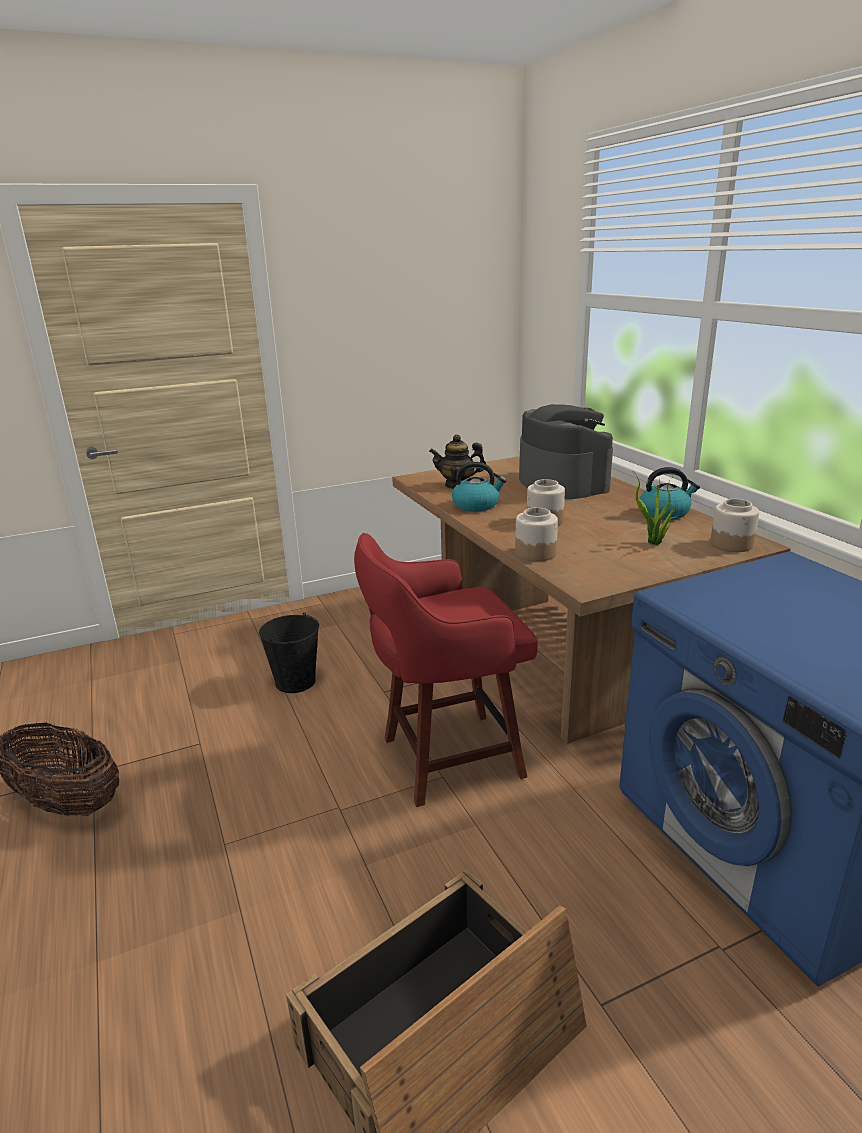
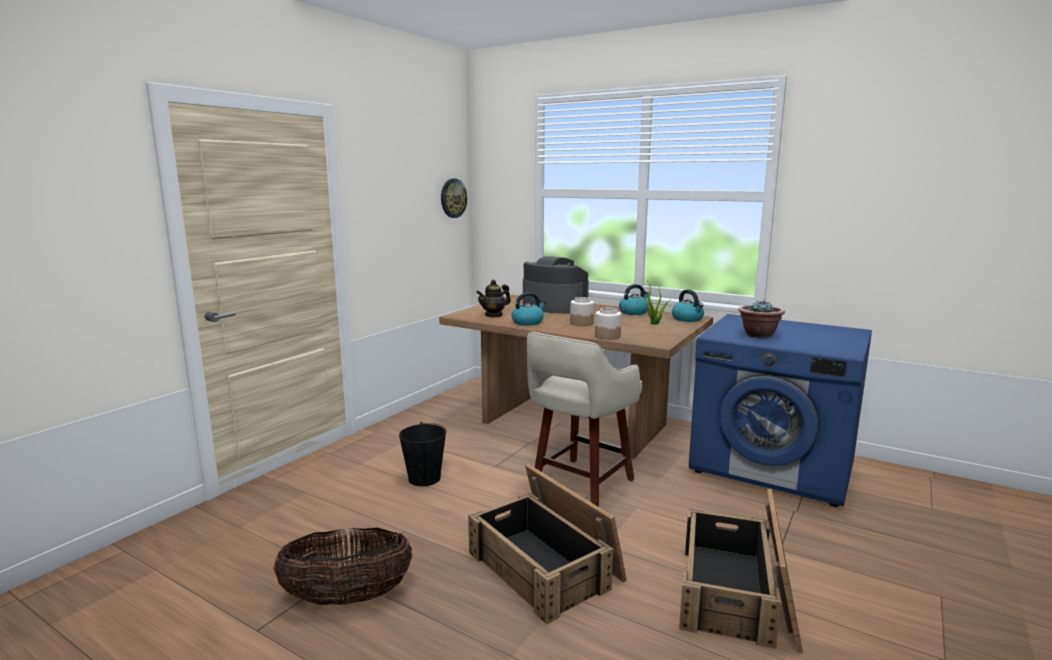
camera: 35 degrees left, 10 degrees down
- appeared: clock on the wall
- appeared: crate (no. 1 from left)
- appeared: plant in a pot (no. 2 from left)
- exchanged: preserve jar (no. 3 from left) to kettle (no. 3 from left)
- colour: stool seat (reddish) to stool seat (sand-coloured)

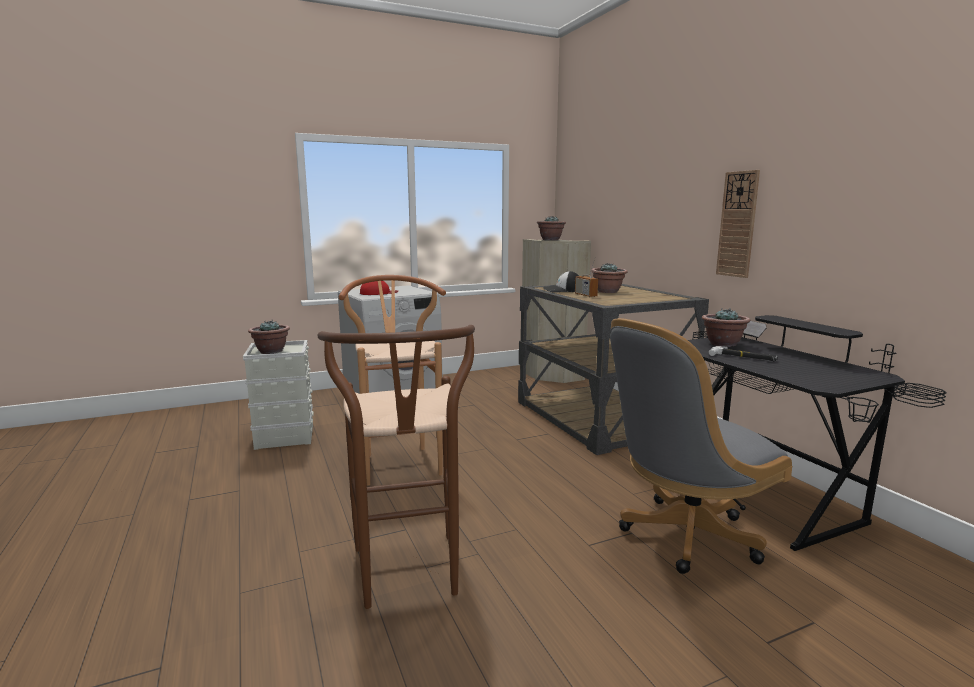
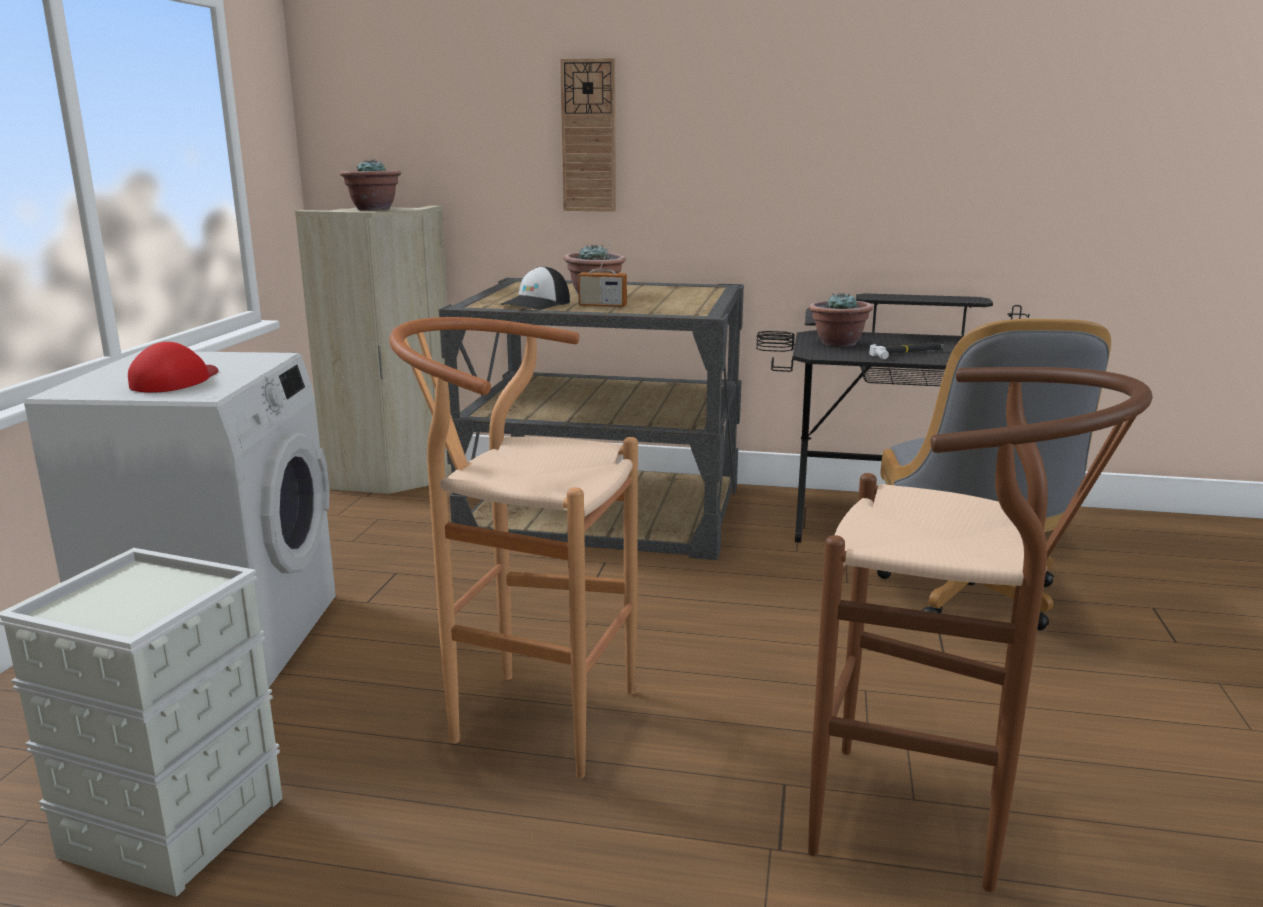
camera: 55 degrees left, 5 degrees up
- missing: plant in a pot (no. 1 from left)
- relocated: clock on the wall

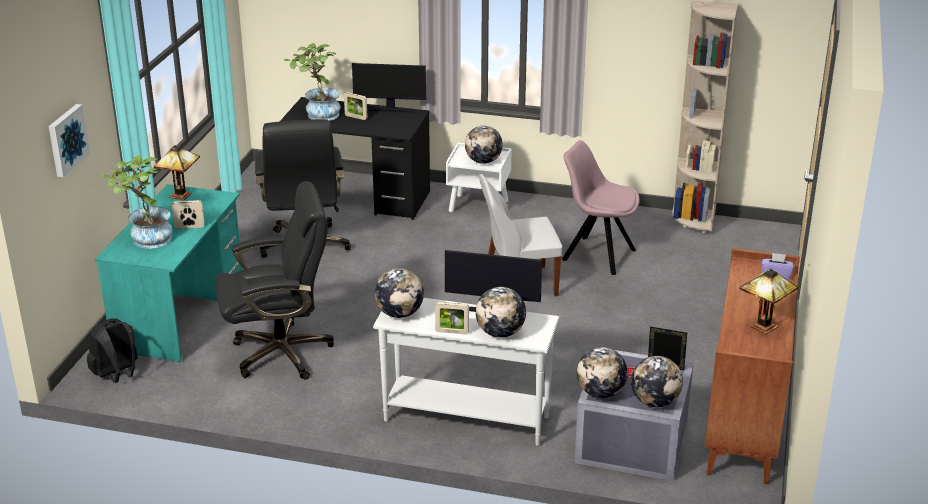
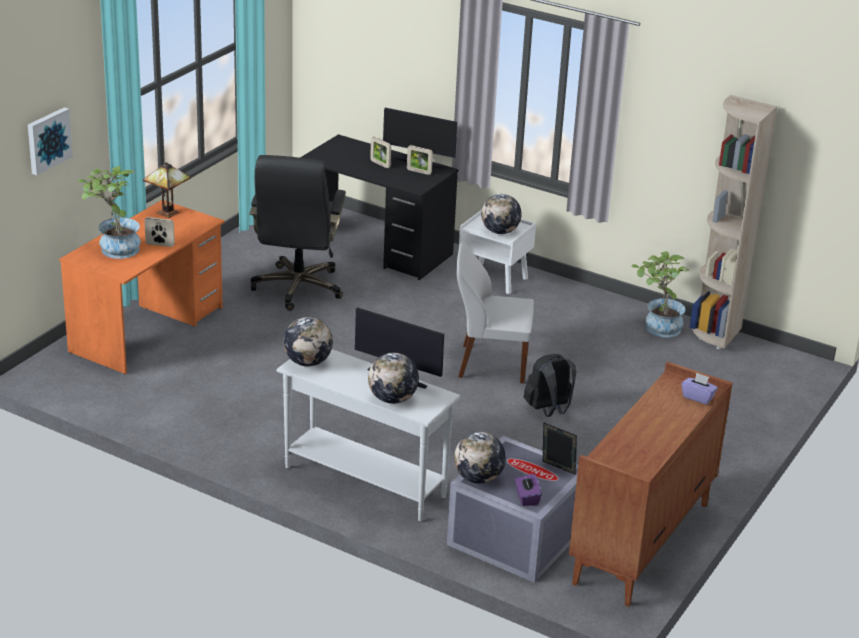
camera: 15 degrees right, 0 degrees up
- missing: computer chair (black) (no. 1 from left)
- missing: plain chair (pink-coloured)
- missing: table lamp (no. 2 from left)
- relocated: knapsack (black)
- relocated: plant in a pot (no. 2 from left)
- relocated: photo frame (no. 3 from left)
- exchanged: desk globe (no. 5 from left) to tissue box (purple) (no. 1 from left)
- colour: desk table (blue-green) to desk table (orange)

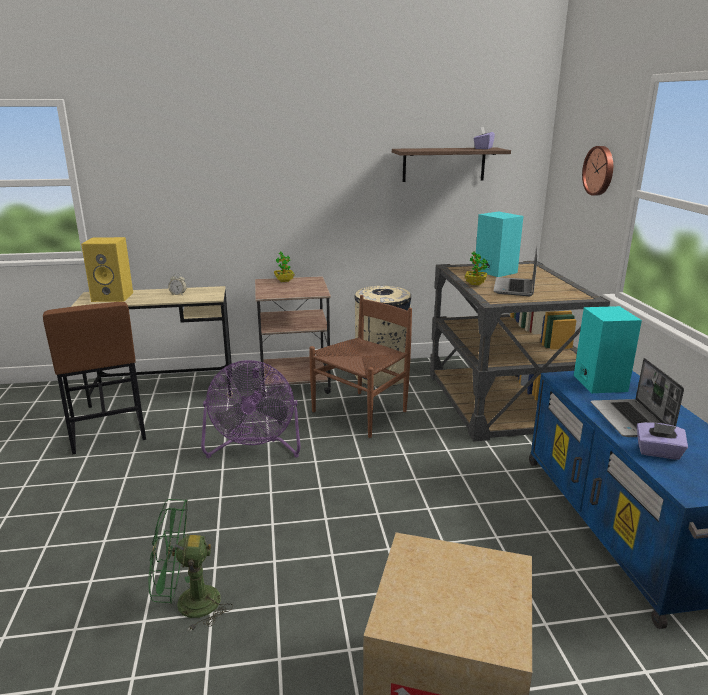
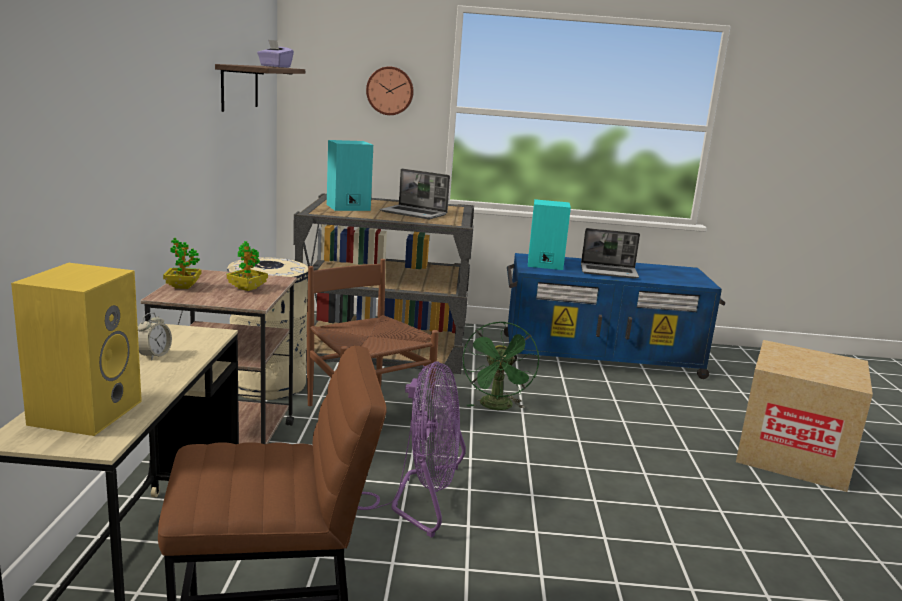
camera: 80 degrees left, 5 degrees down
- missing: tissue box (purple) (no. 2 from left)
- relocated: electric fan (green)
- relocated: plant in a pot (no. 2 from left)

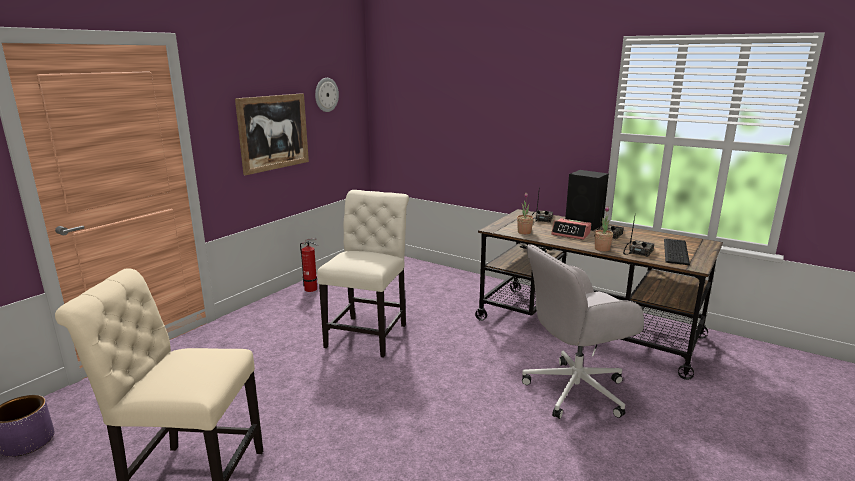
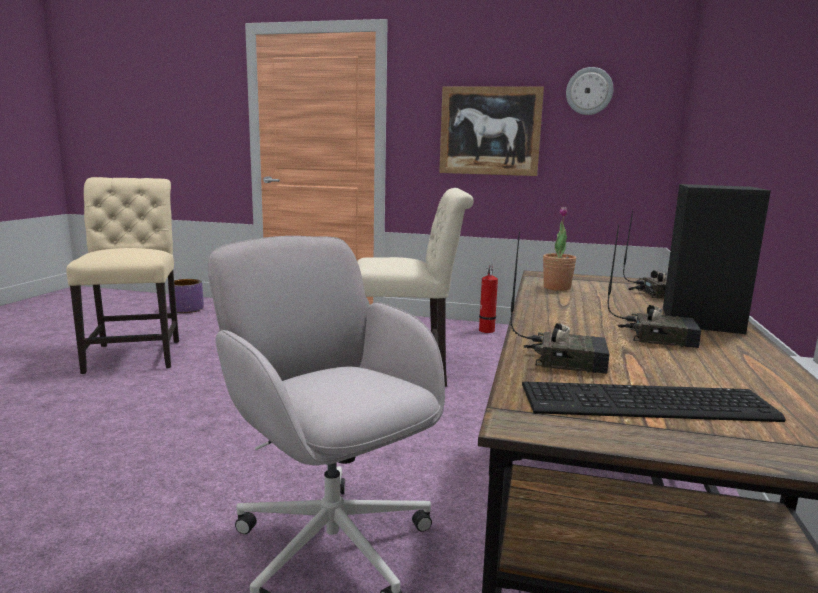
camera: 70 degrees right, 5 degrees down
- missing: bedside clock
- missing: plant in a pot (no. 2 from left)

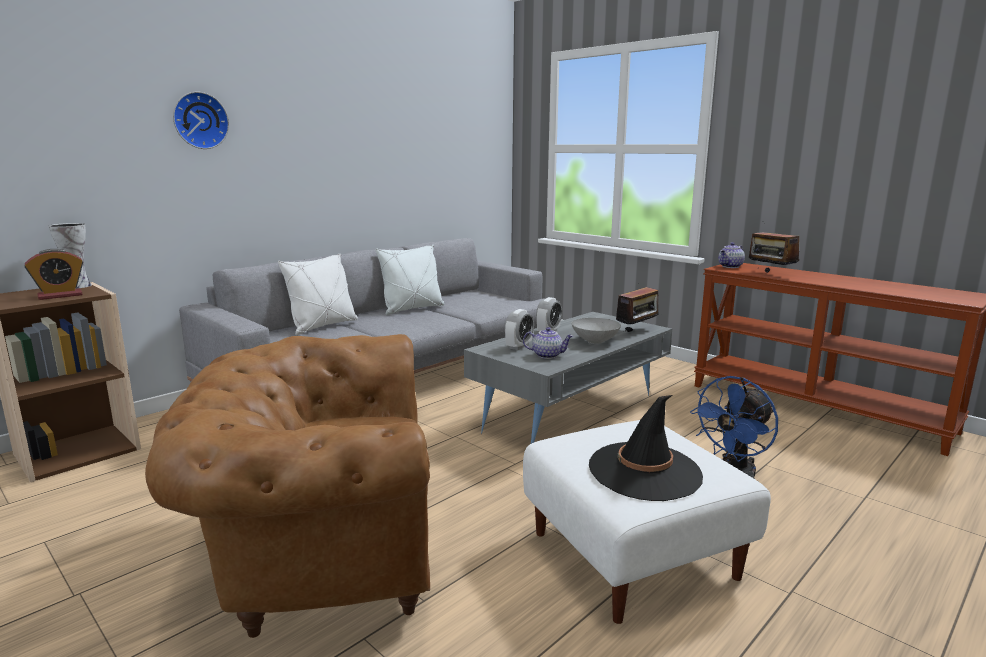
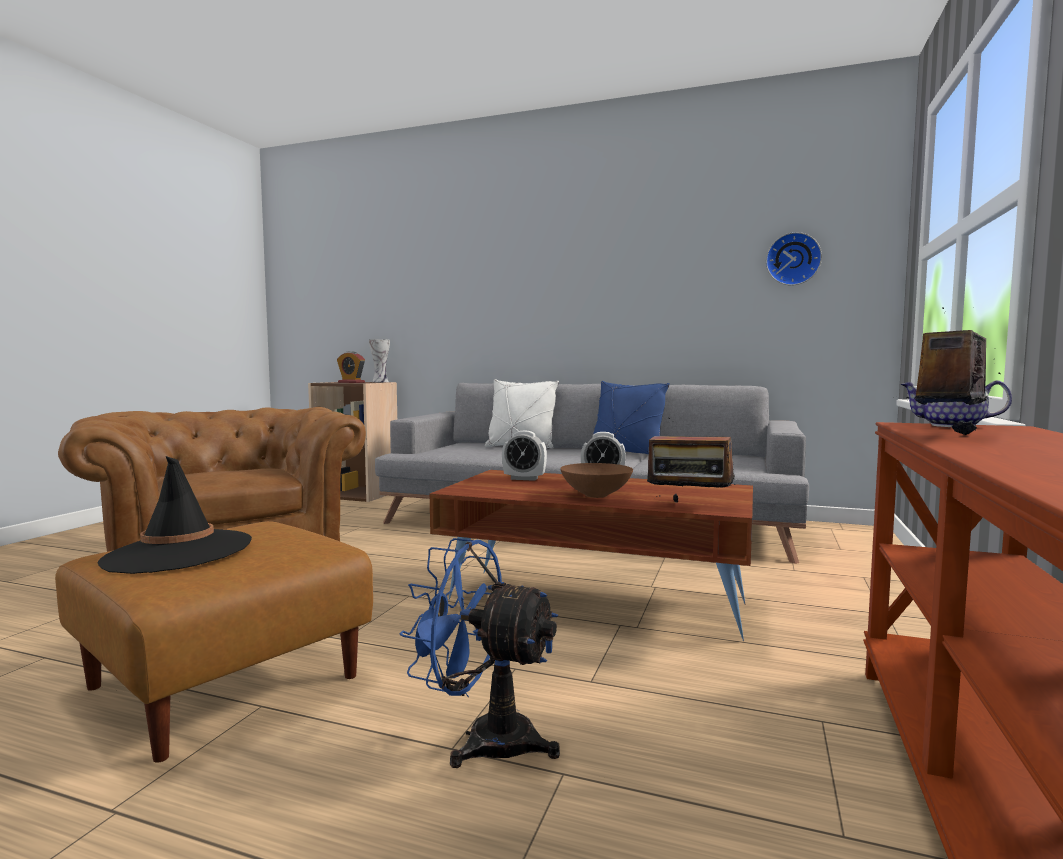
camera: 65 degrees right, 10 degrees down
- missing: tea pot (no. 1 from left)
- relocated: clock on the wall
- colour: cushion (whitish) (no. 2 from left) to cushion (blue-coloured)
- colour: low table (greyish) to low table (brown)
- colour: ottoman (whitish) to ottoman (brown)
- colour: bowl (greyish) to bowl (brown)

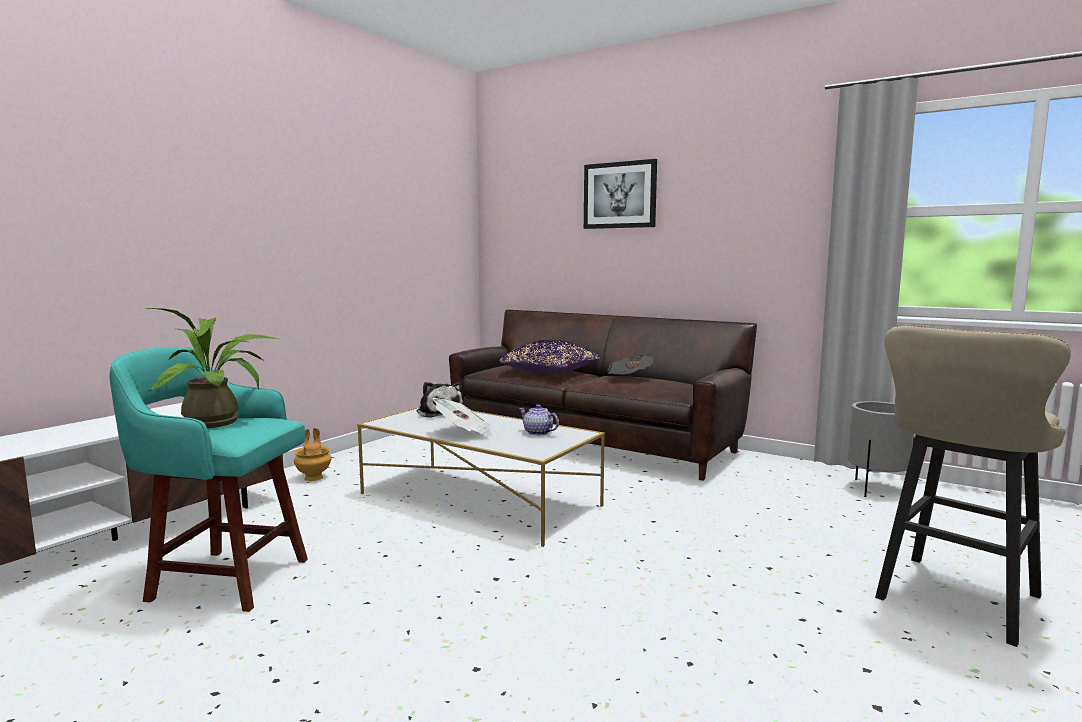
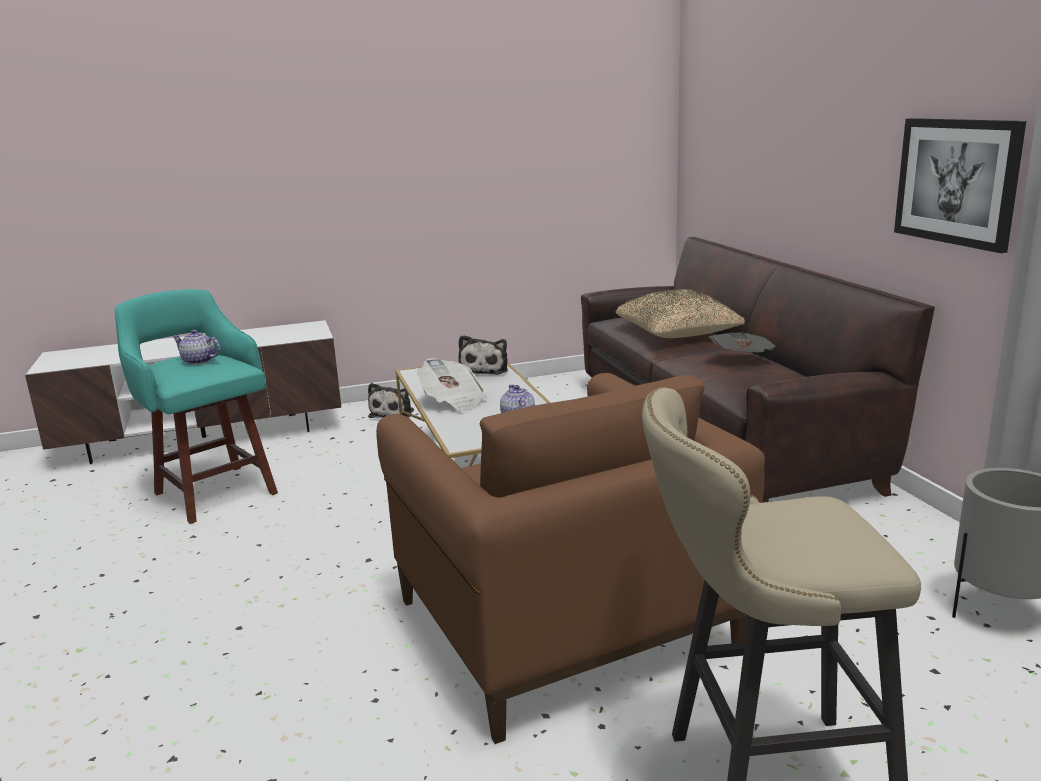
camera: 40 degrees right, 10 degrees up
- appeared: armchair (brown)
- relocated: wall art
- exchanged: plant in a pot to tea pot (no. 1 from left)
- exchanged: decorative vase (brown) to cuddly toy (no. 1 from left)
- colour: cushion (purple) to cushion (sand-coloured)

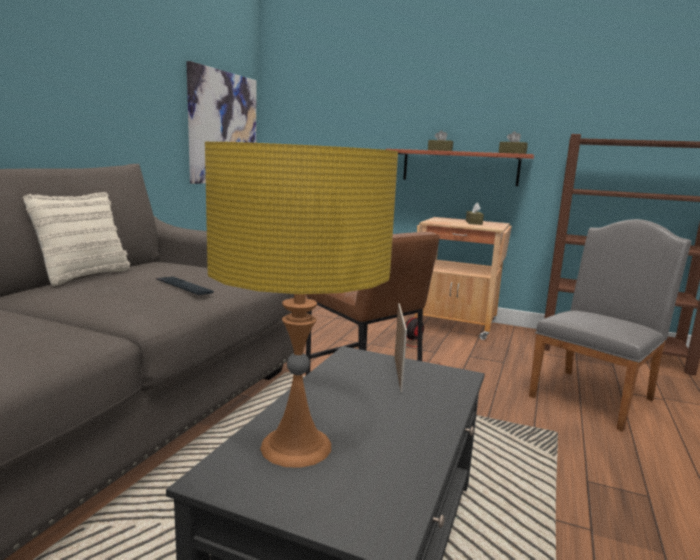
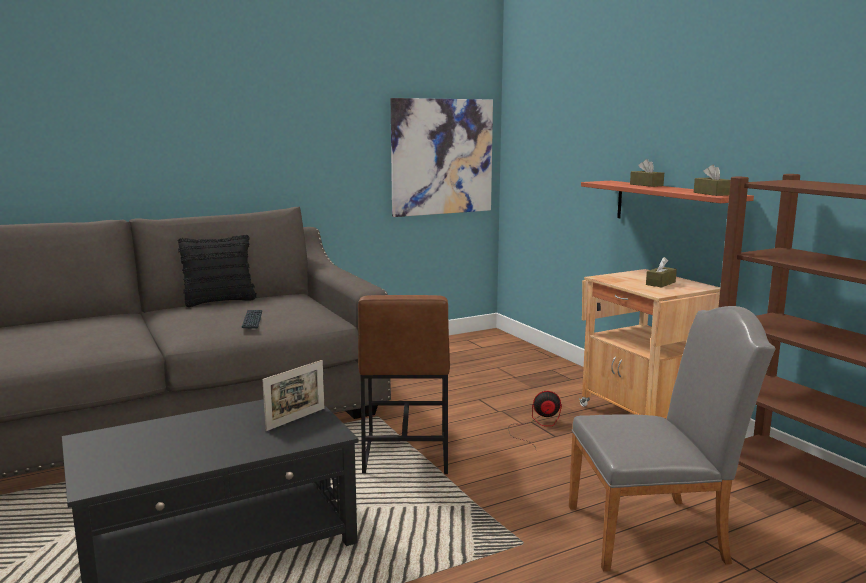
camera: 40 degrees right, 0 degrees up
- missing: table lamp (yellow-coloured)
- colour: cushion (sand-coloured) to cushion (black)

